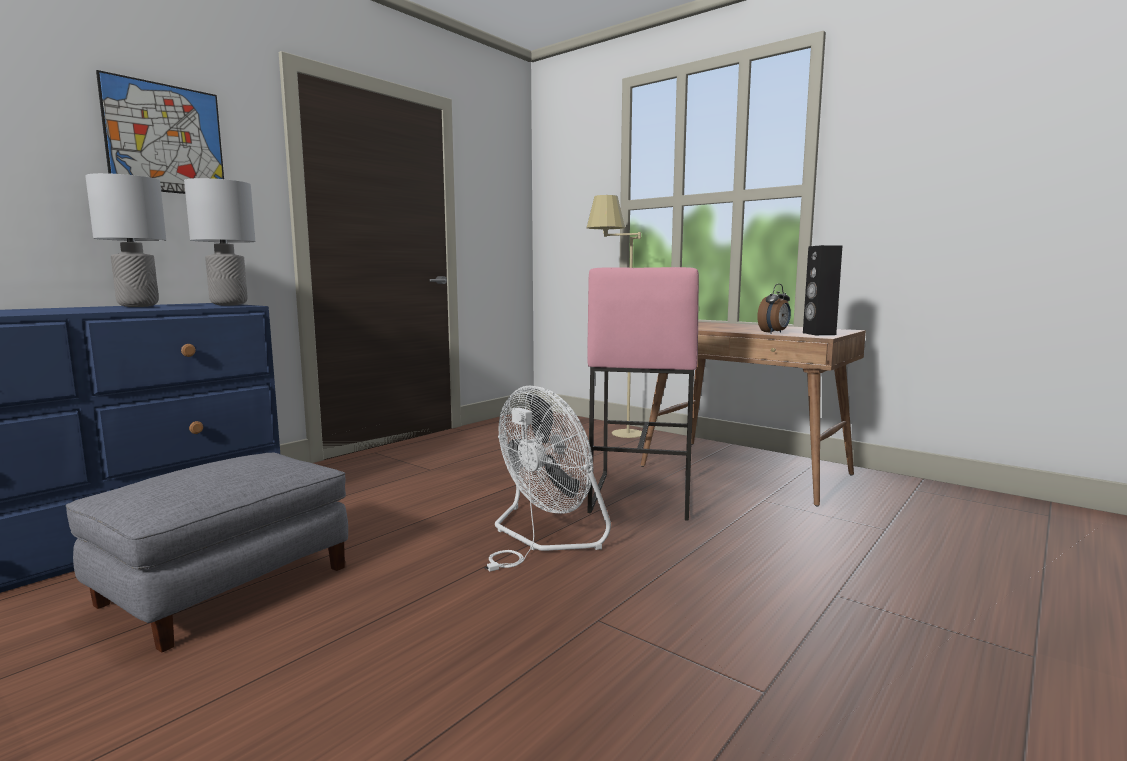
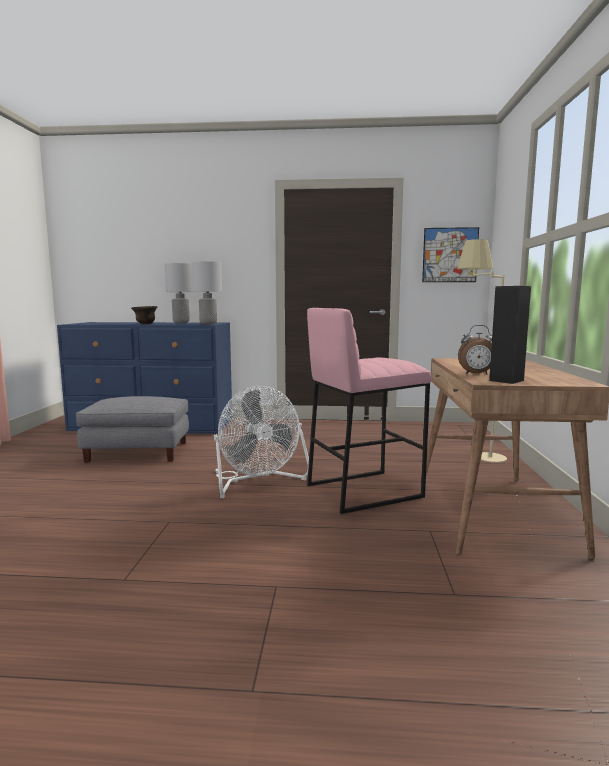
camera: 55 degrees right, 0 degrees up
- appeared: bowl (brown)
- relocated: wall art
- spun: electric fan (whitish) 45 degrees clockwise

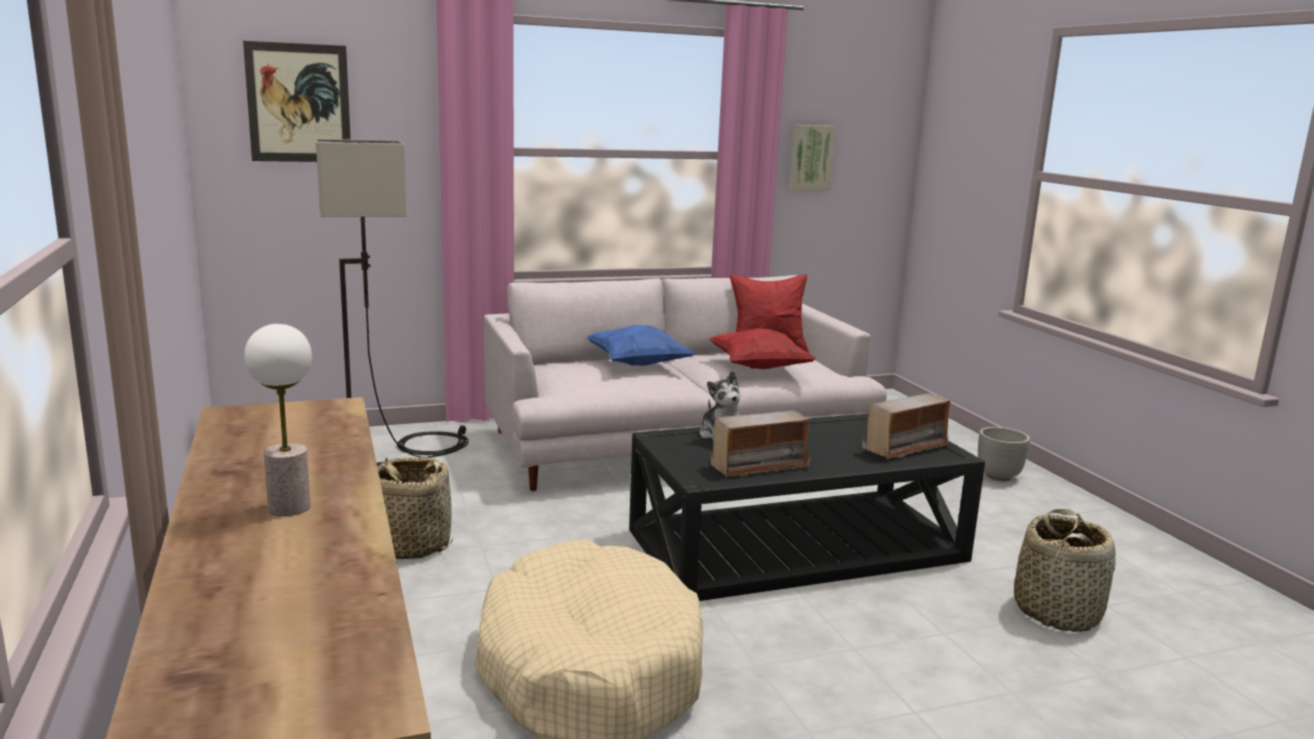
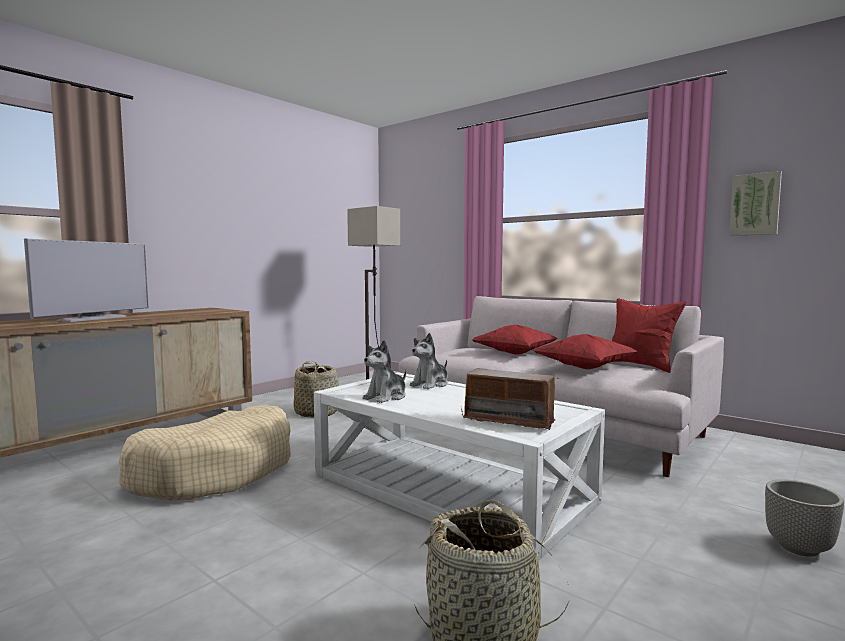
camera: 60 degrees right, 10 degrees down
- missing: wall art (no. 1 from left)
- exchanged: table lamp to television
- exchanged: radio (no. 1 from left) to cuddly toy (no. 1 from left)
- colour: cushion (blue-coloured) to cushion (reddish) (no. 1 from left)
- colour: low table (black) to low table (whitish)

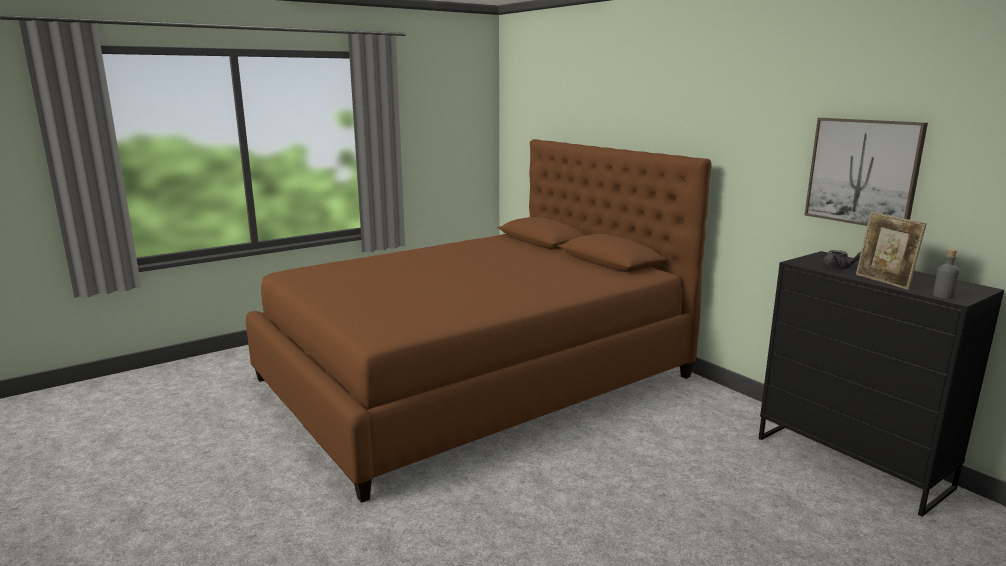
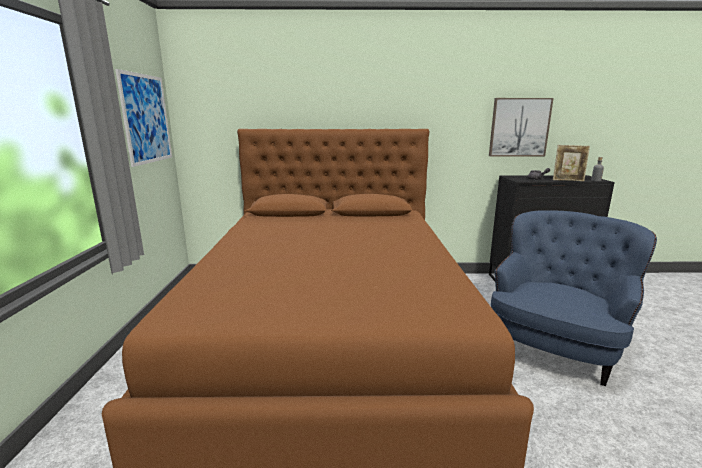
camera: 55 degrees left, 0 degrees up
- appeared: wall art (no. 1 from left)
- appeared: armchair (blue-coloured)

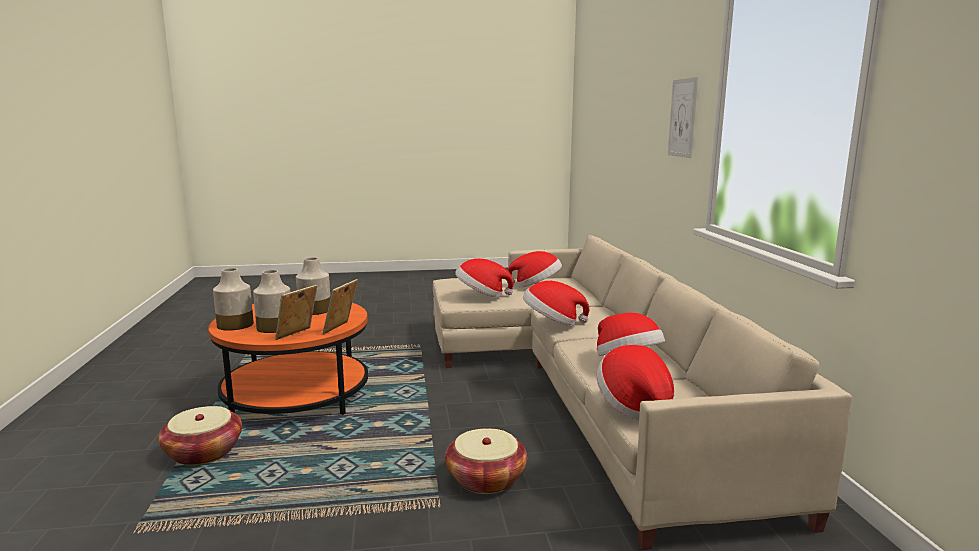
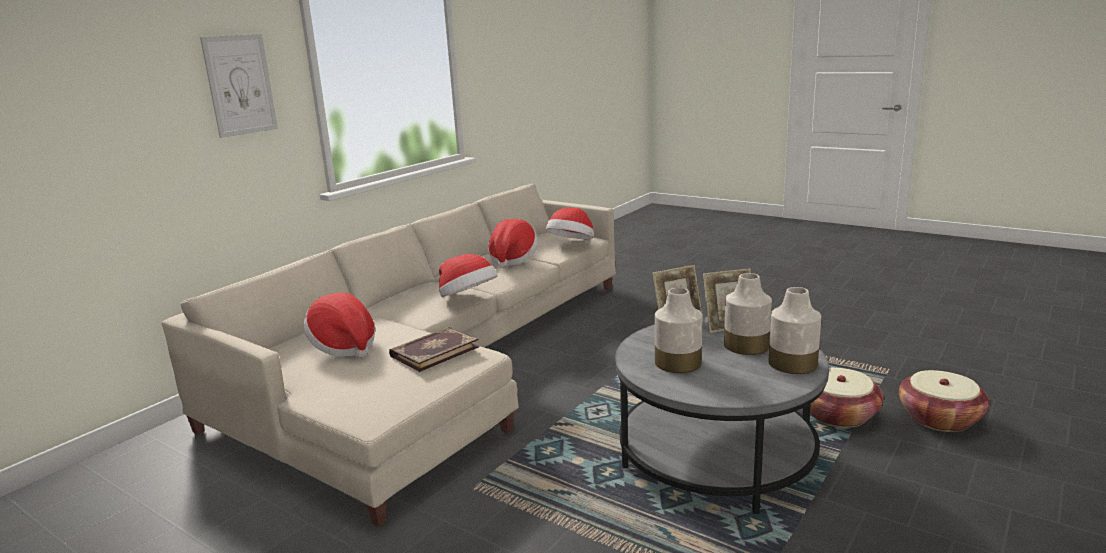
camera: 135 degrees left, 5 degrees up
- relocated: storage basket (no. 2 from left)
- exchanged: clothing hat (no. 1 from left) to book
- colour: low table (orange) to low table (greyish)

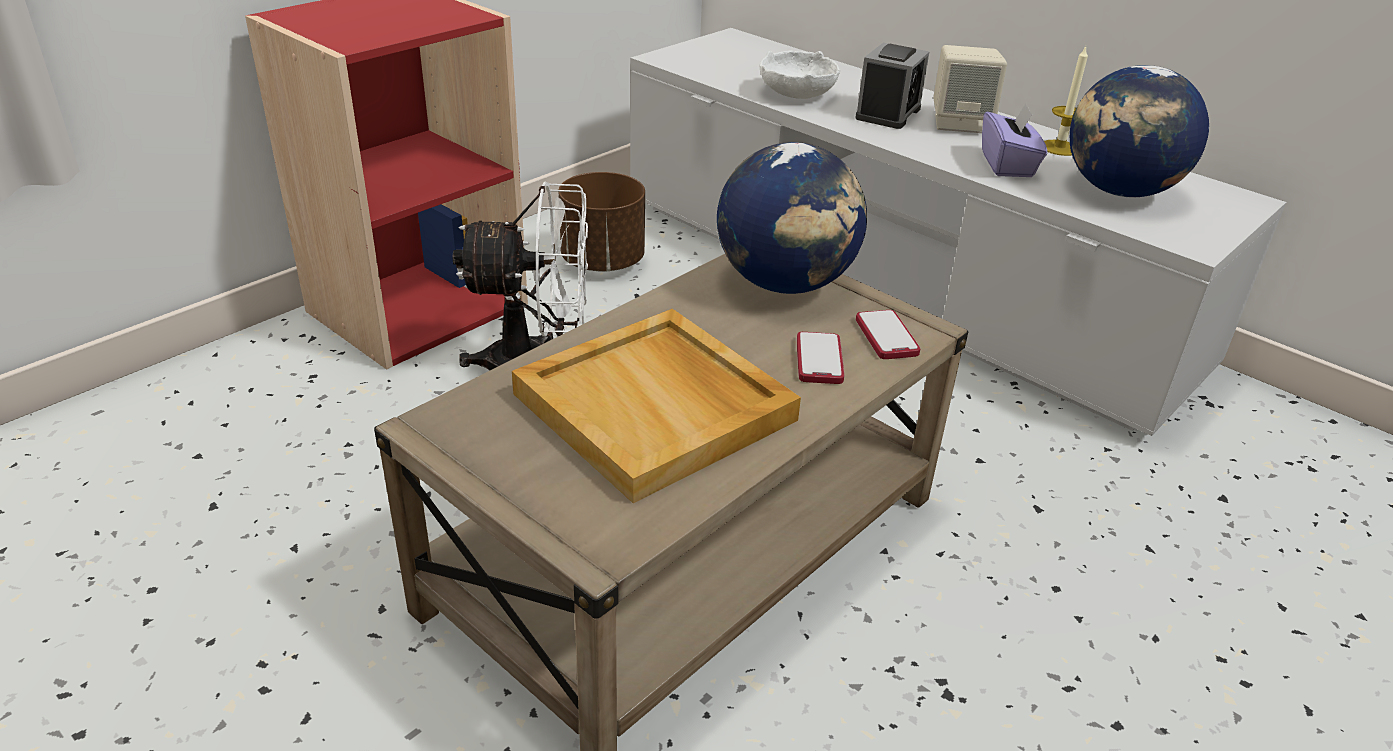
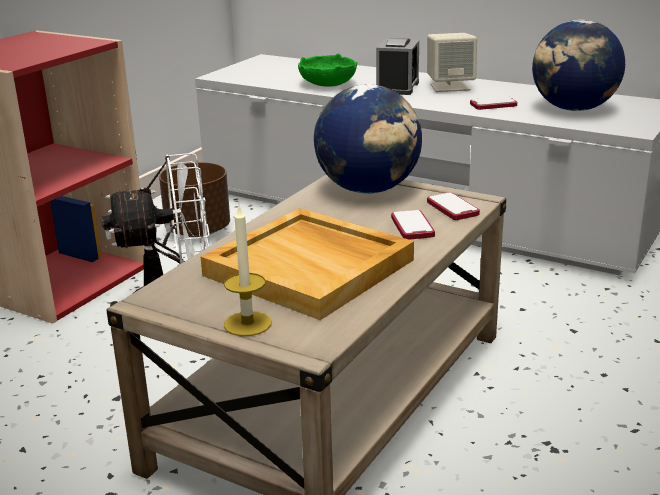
camera: 10 degrees left, 10 degrees down
- relocated: wax light
- exchanged: tissue box (purple) to telephone (no. 3 from left)
- colour: bowl (whitish) to bowl (green)

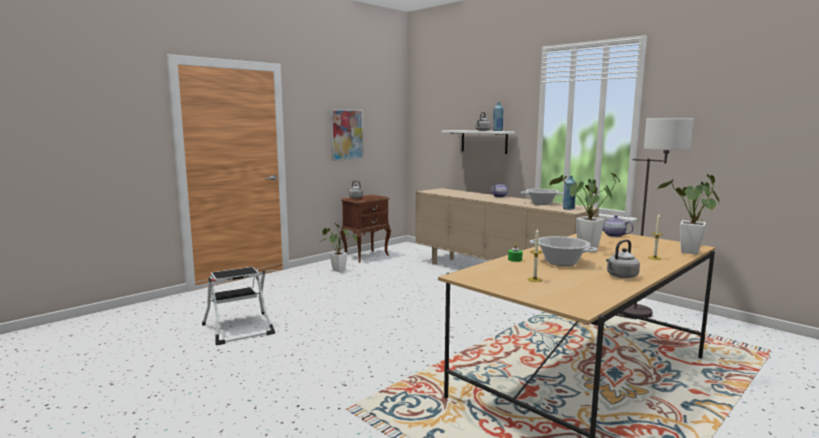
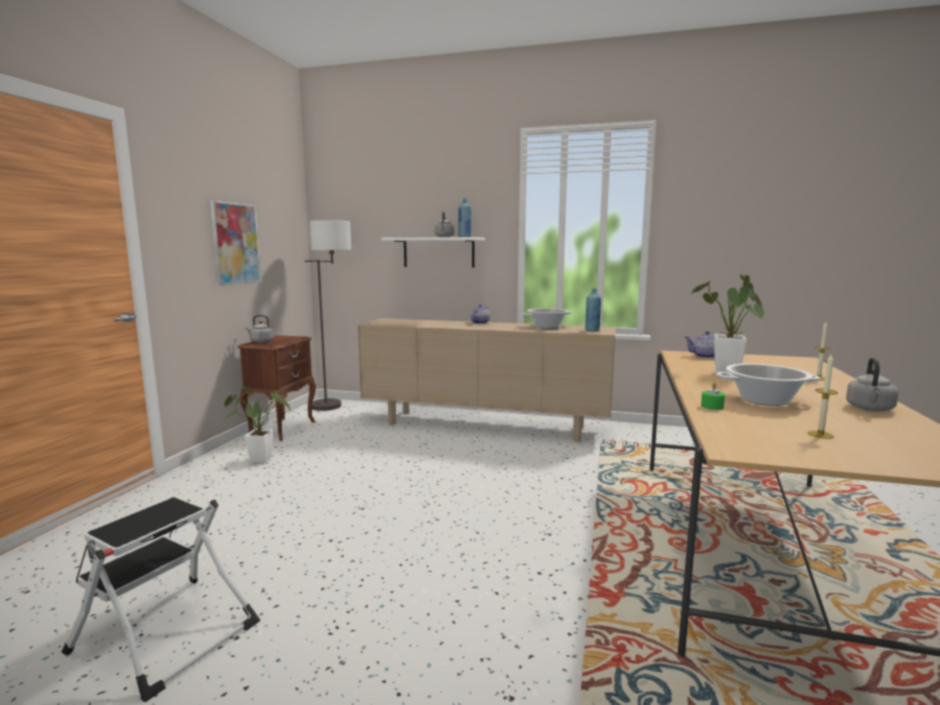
camera: 30 degrees left, 0 degrees up
- missing: plant in a pot (no. 3 from left)
- relocated: floor lamp (whitish)

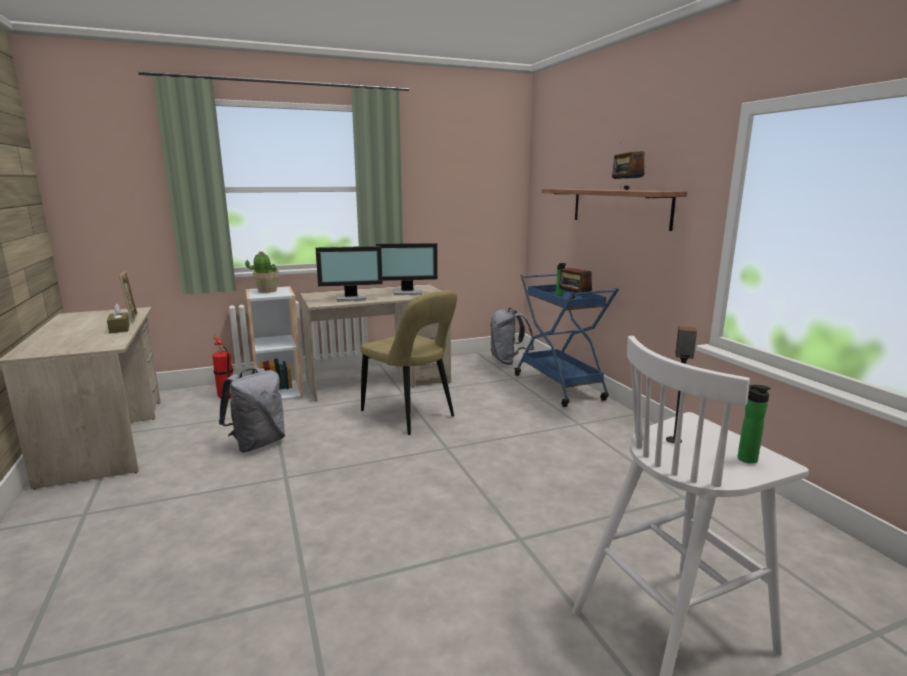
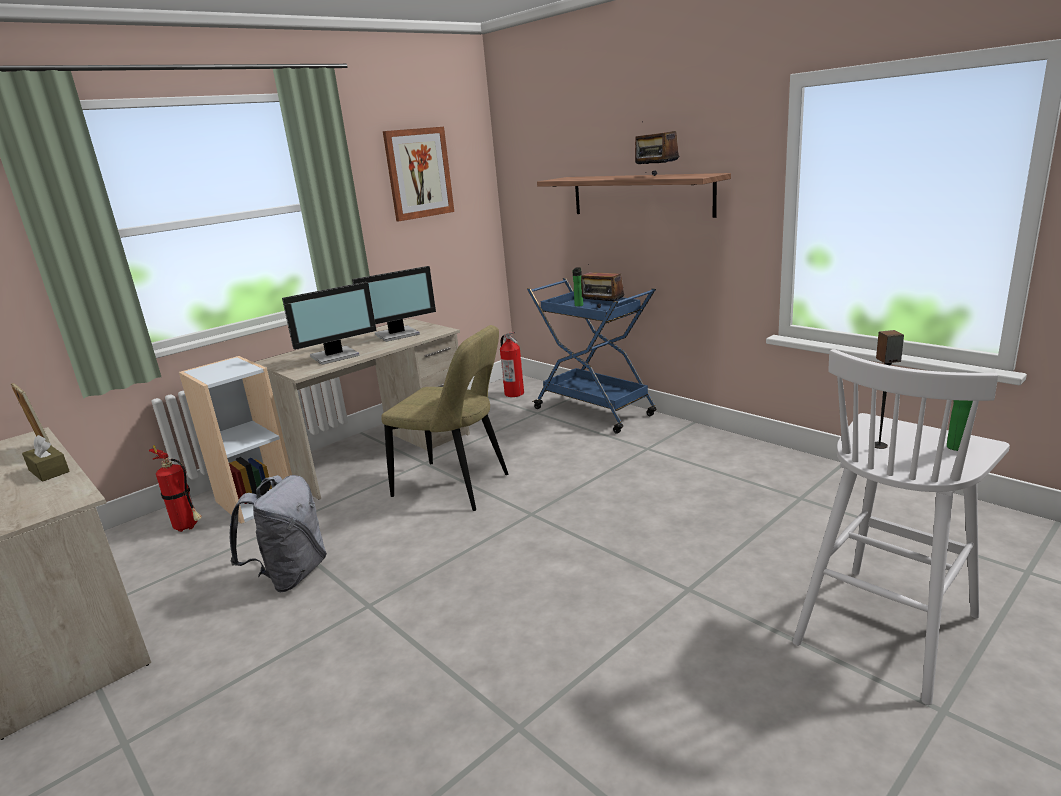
camera: 20 degrees left, 5 degrees up
- missing: plant in a pot
- appeared: wall art
- exchanged: knapsack (greyish) (no. 2 from left) to extinguisher (no. 2 from left)

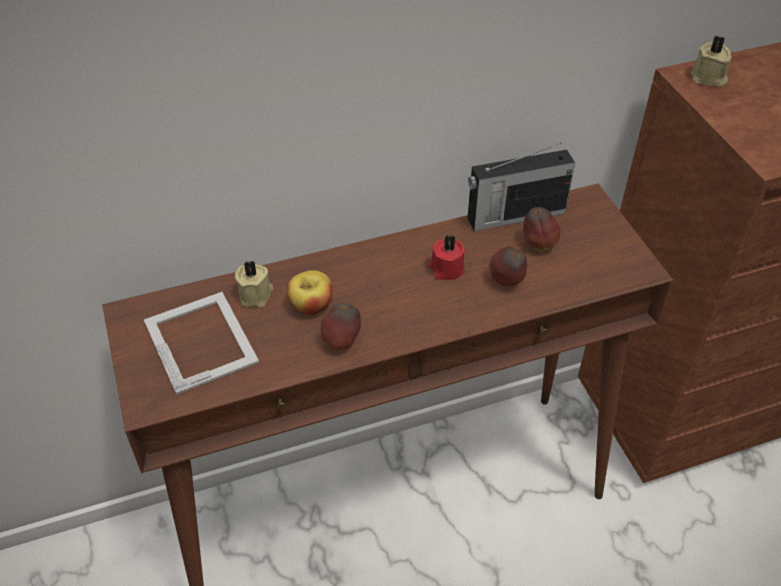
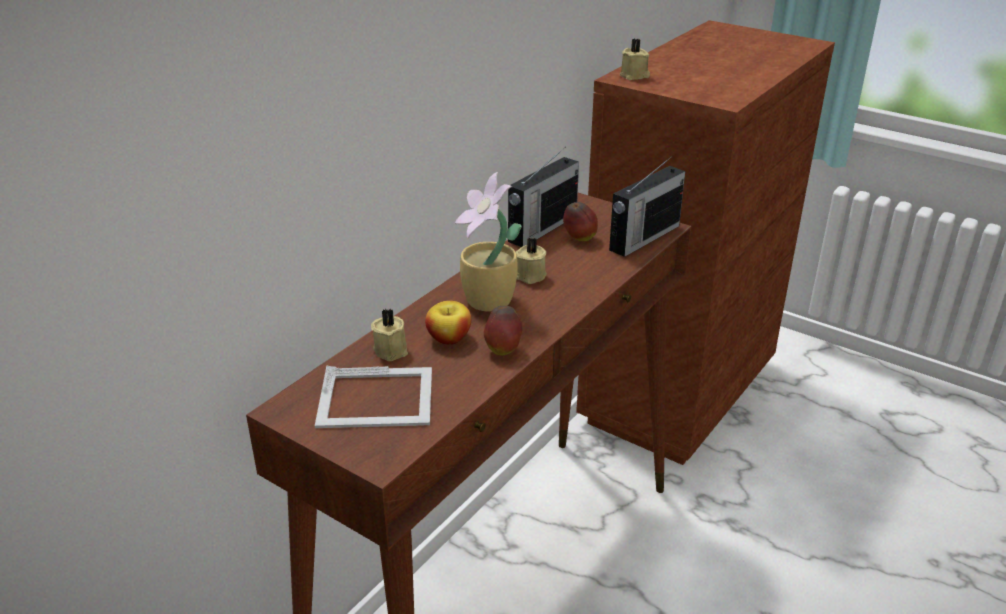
camera: 35 degrees left, 15 degrees down
- missing: whole apple (no. 3 from left)
- appeared: plant in a pot
- appeared: radio (no. 2 from left)
- colour: wax light (reddish) to wax light (sand-coloured) (no. 2 from left)
- spun: photo frame 150 degrees clockwise

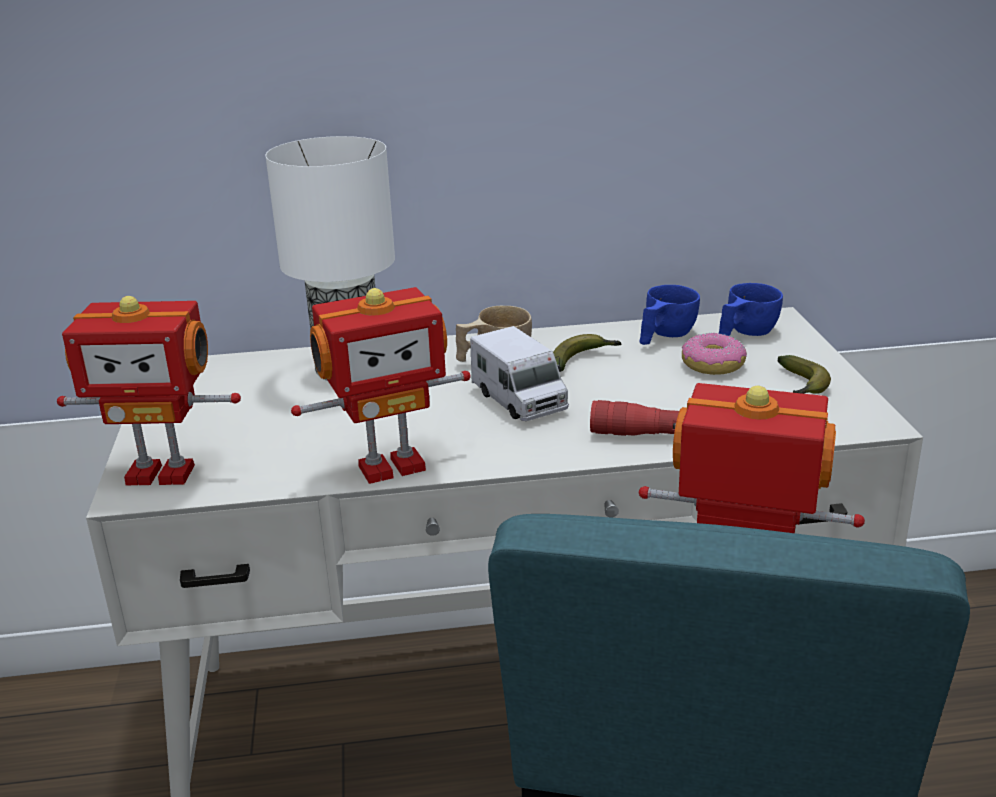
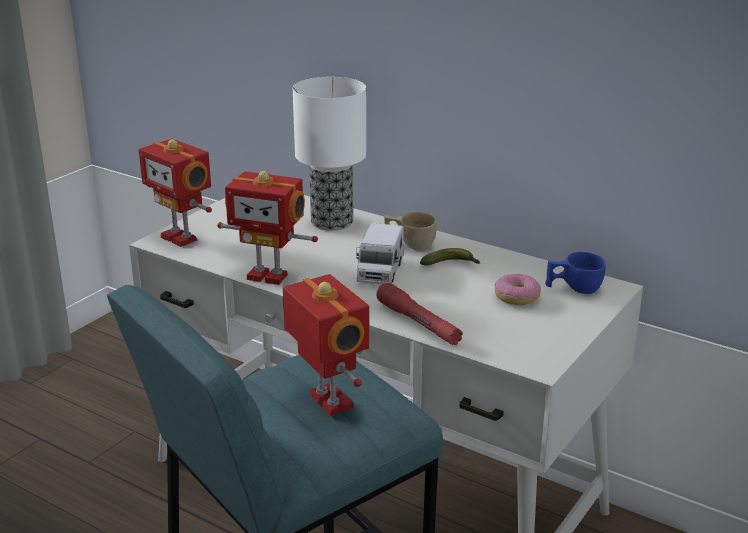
camera: 40 degrees right, 0 degrees up
- missing: small cup (blue-coloured) (no. 1 from left)
- missing: whole banana (no. 2 from left)

